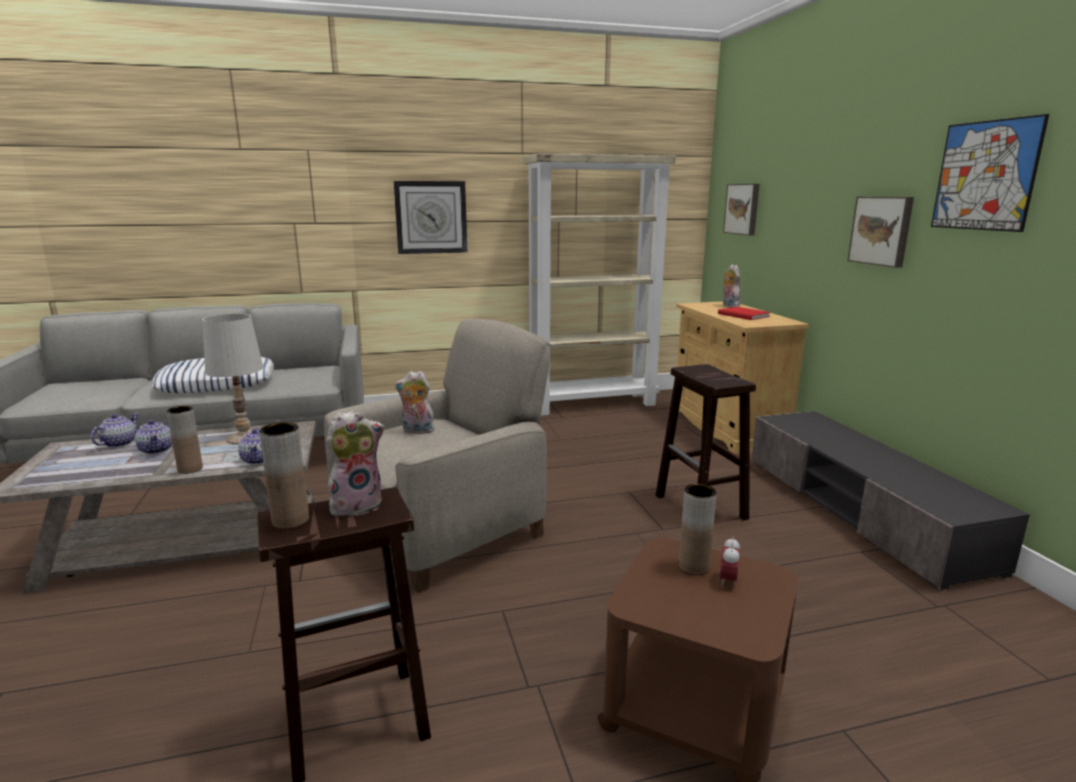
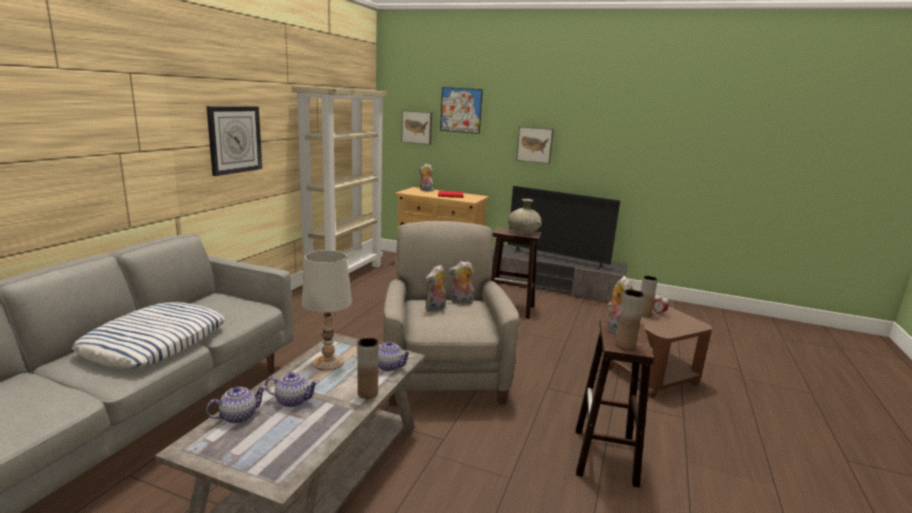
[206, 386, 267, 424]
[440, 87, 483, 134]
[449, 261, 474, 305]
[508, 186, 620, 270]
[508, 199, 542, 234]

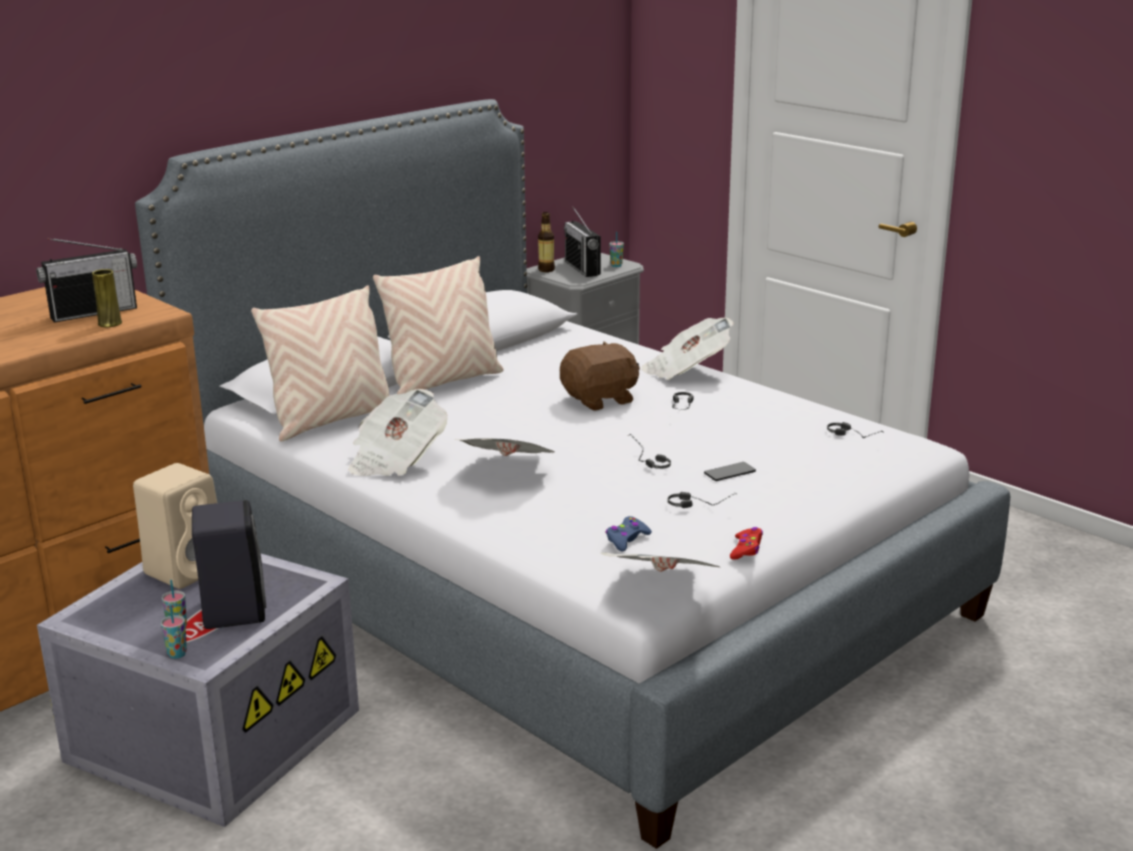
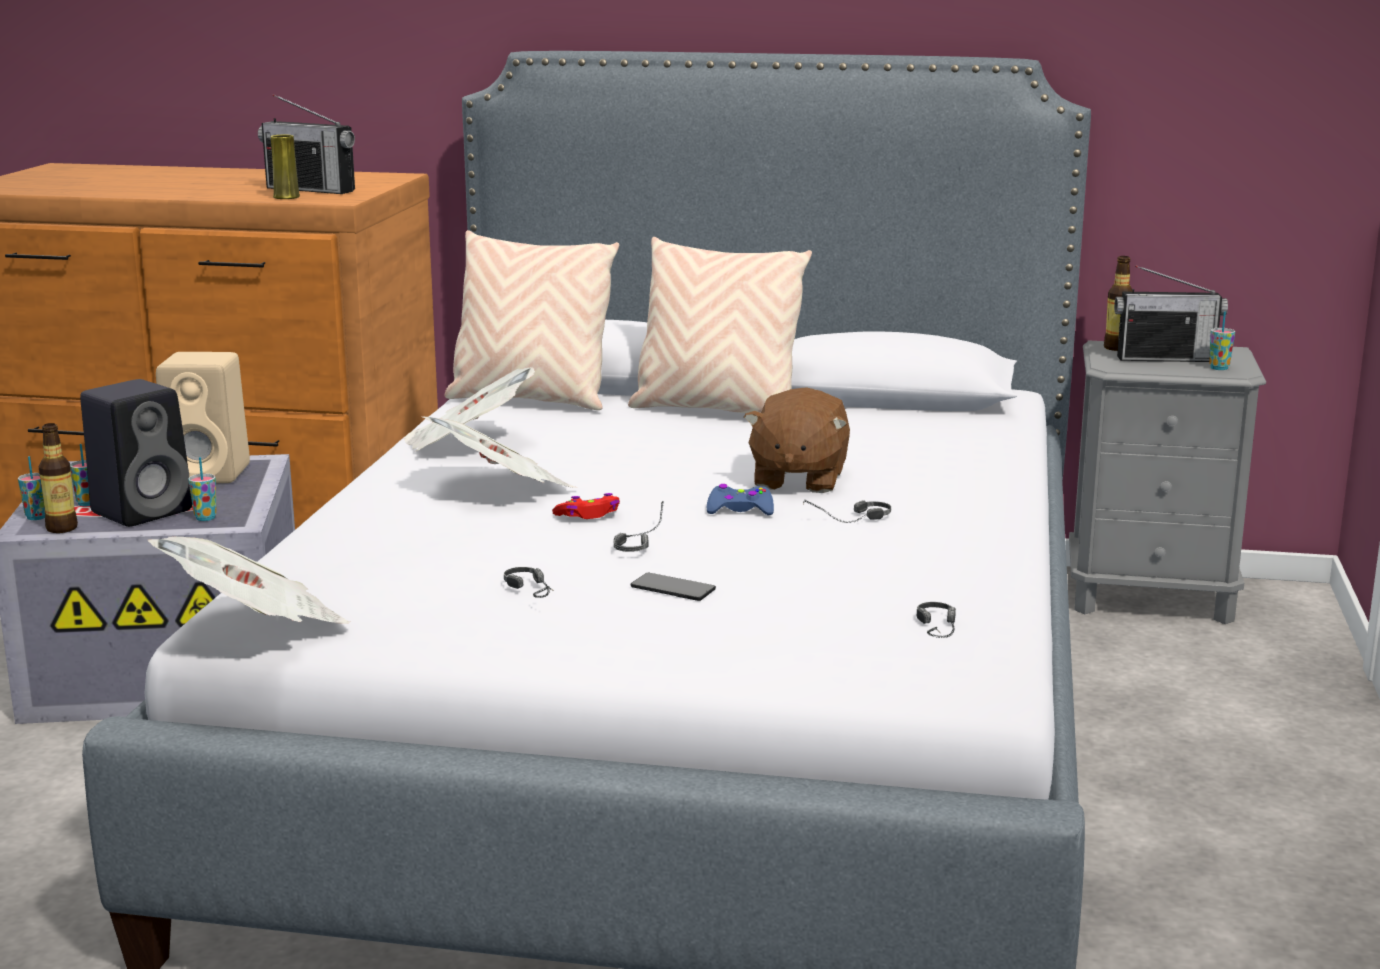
[39, 423, 78, 533]
[188, 457, 217, 521]
[552, 493, 620, 519]
[707, 484, 774, 515]
[744, 387, 850, 493]
[1114, 265, 1228, 362]
[641, 318, 734, 380] (first image)

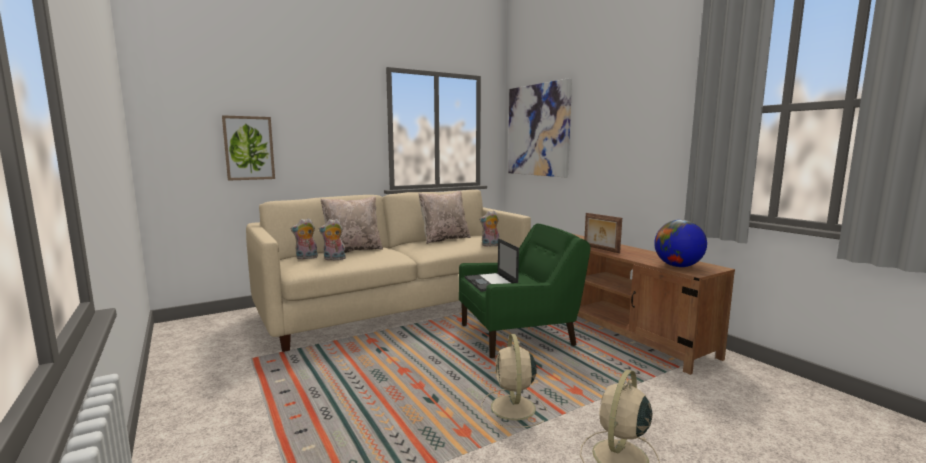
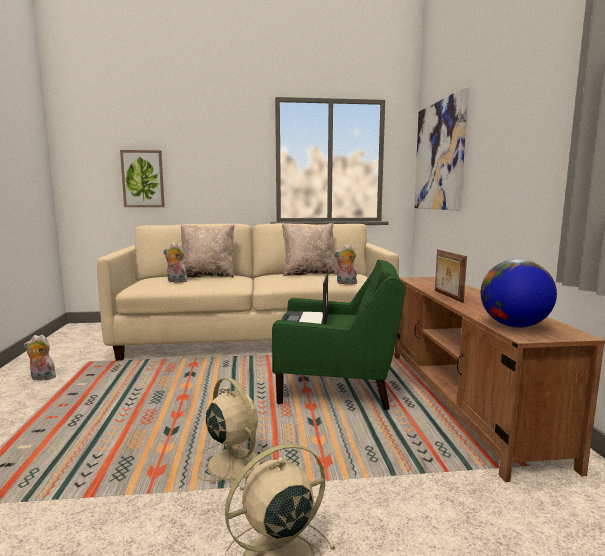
[24, 335, 56, 380]
[193, 377, 272, 491]

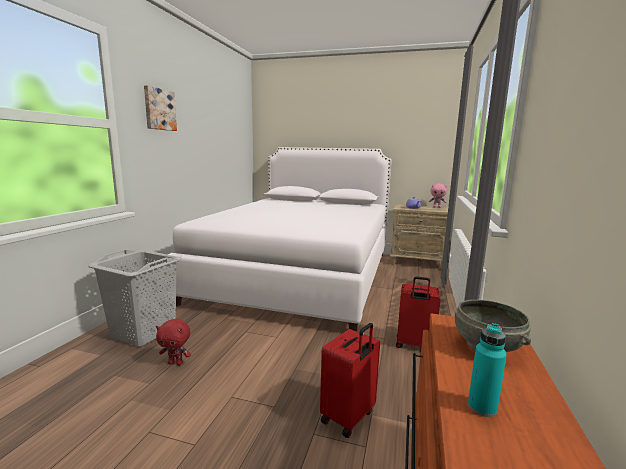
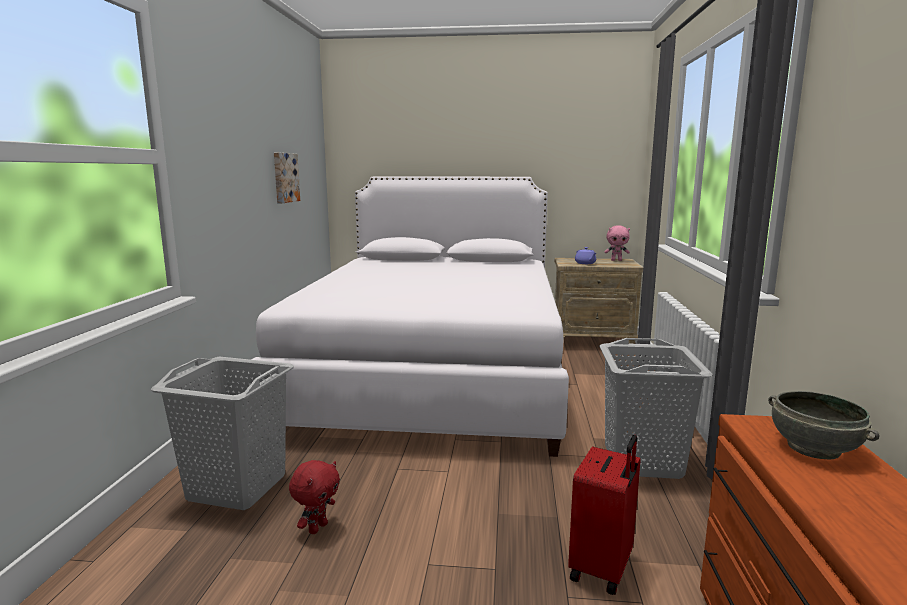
[274, 153, 300, 203]
[289, 460, 340, 534]
[599, 338, 713, 479]
[468, 323, 507, 417] (first image)

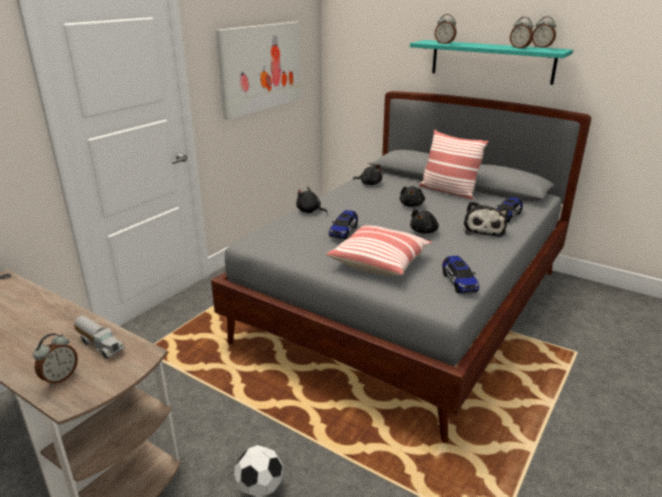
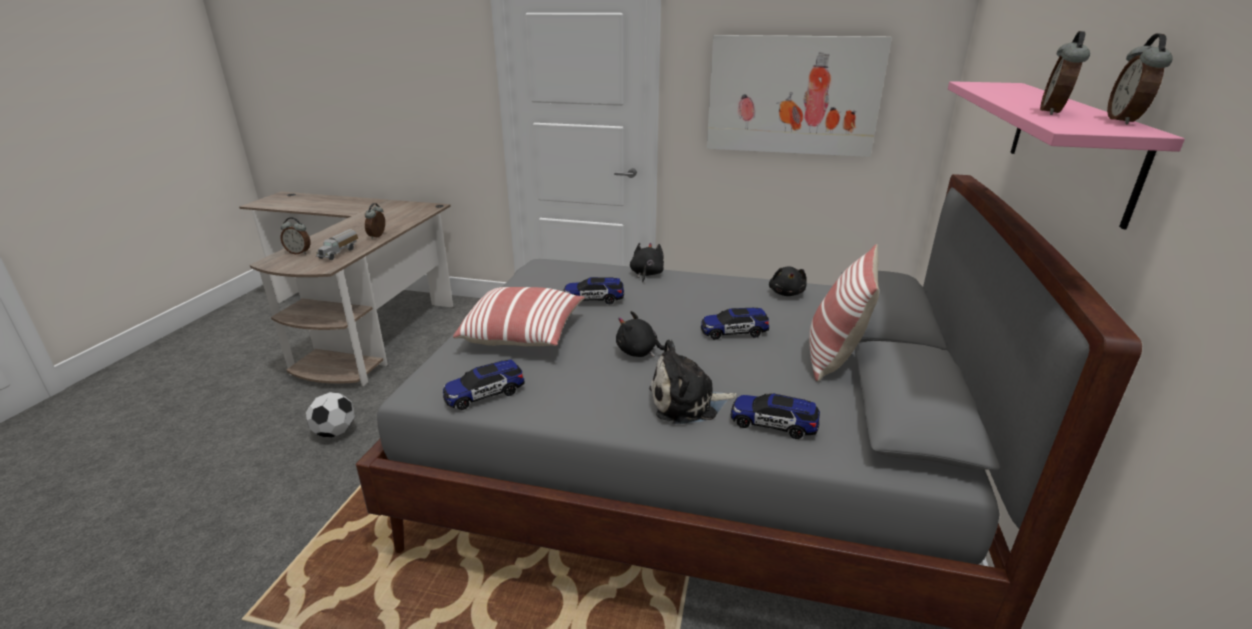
[365, 203, 385, 239]
[701, 308, 769, 340]
[948, 81, 1185, 229]

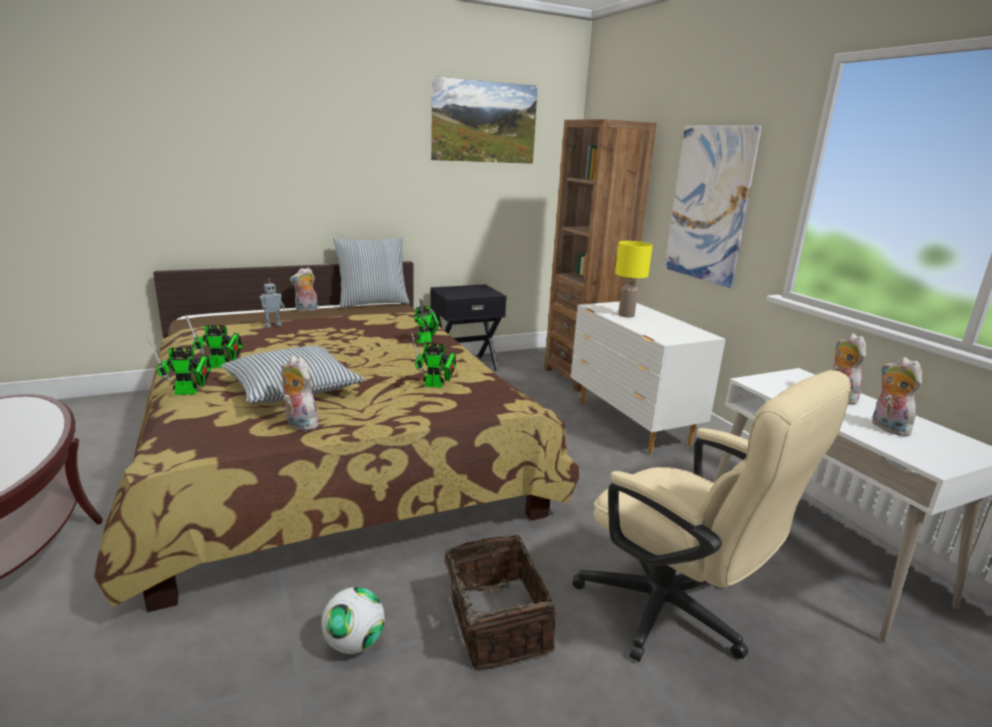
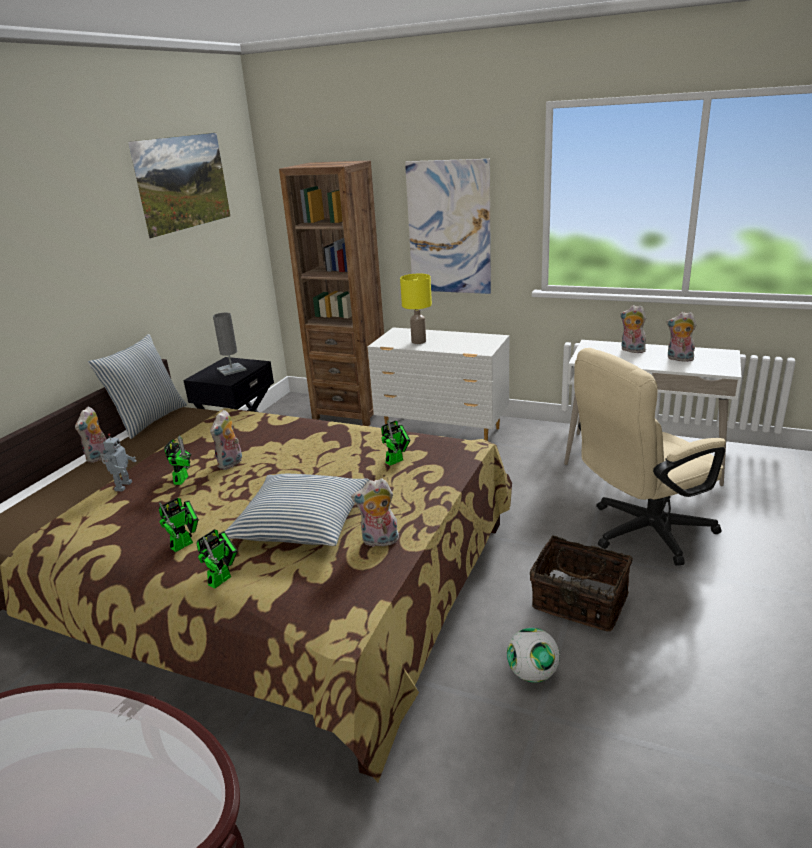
[164, 436, 191, 485]
[210, 410, 242, 470]
[213, 313, 247, 376]
[574, 348, 726, 566]

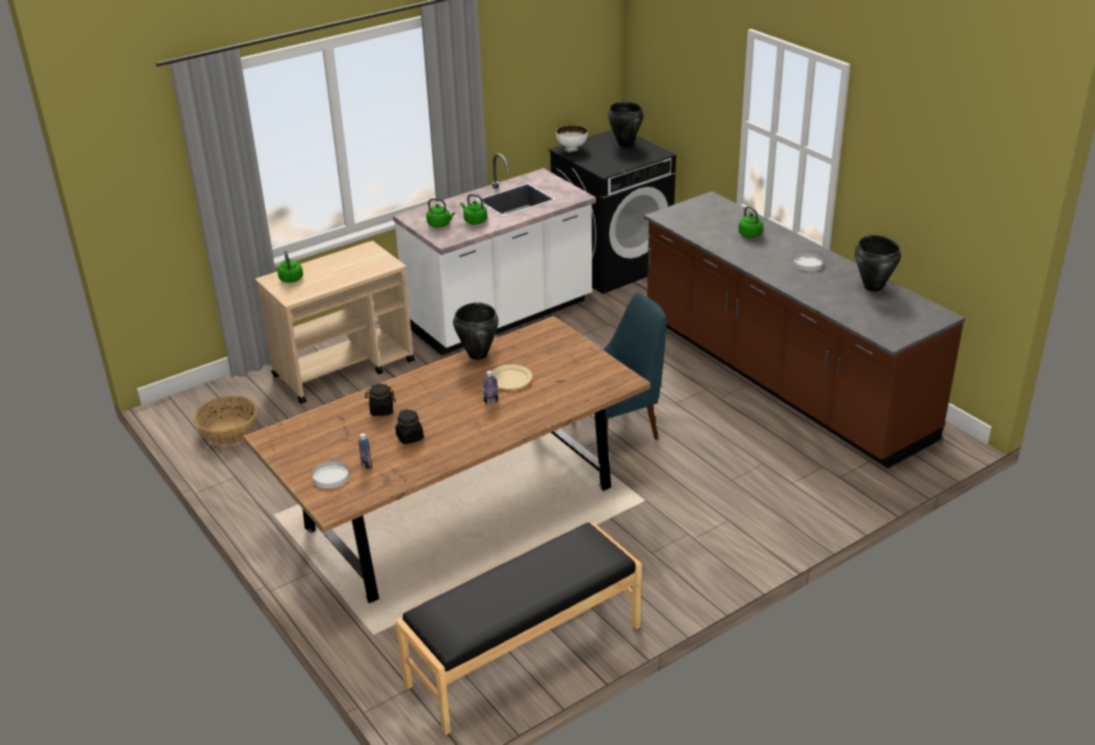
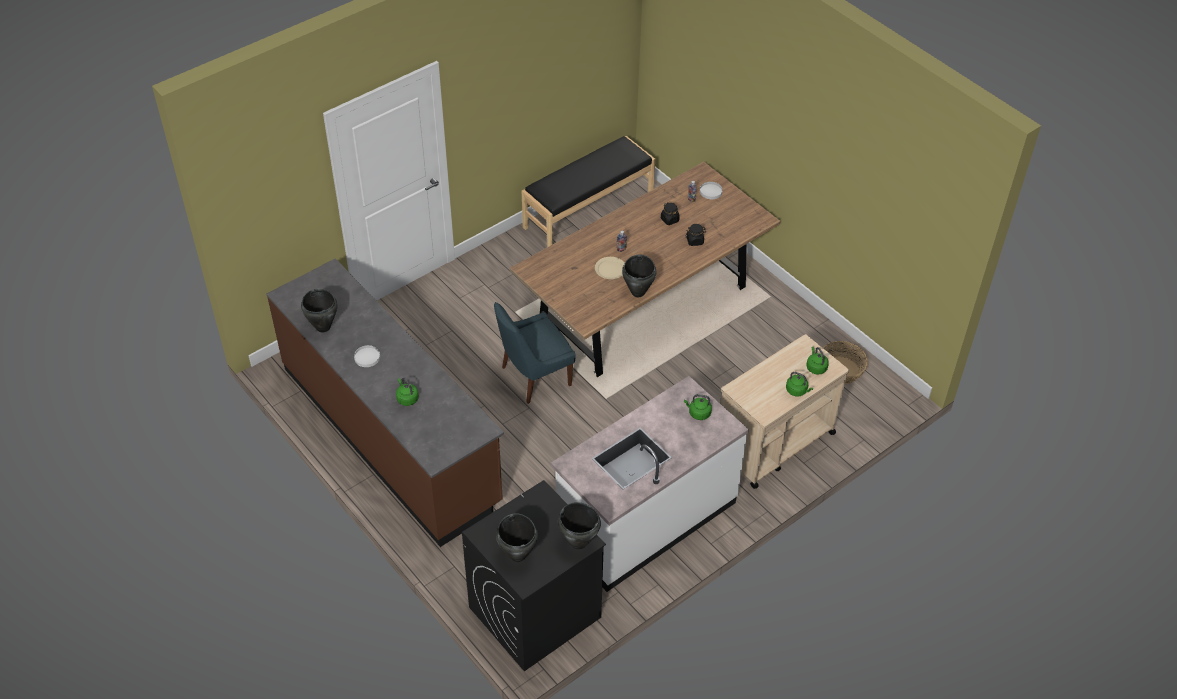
[558, 502, 601, 550]
[786, 372, 813, 396]

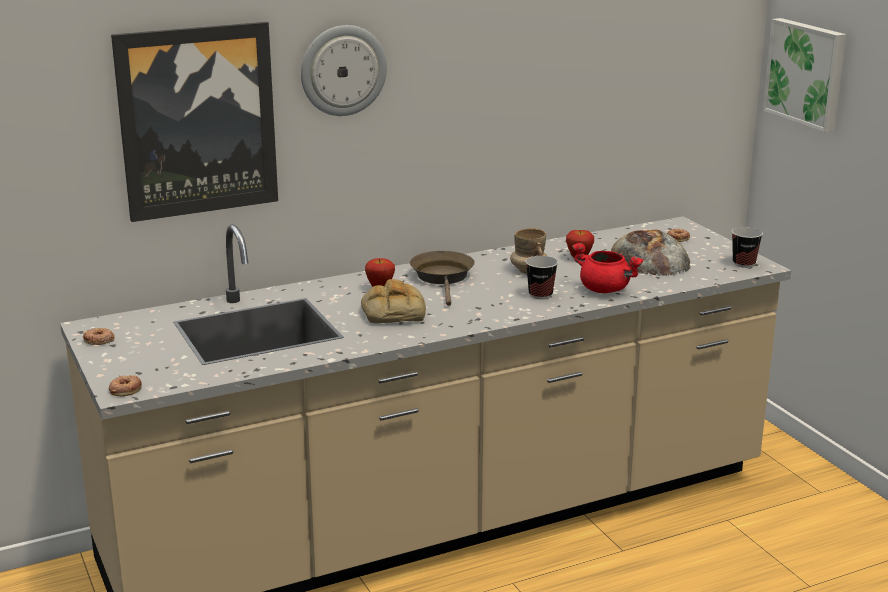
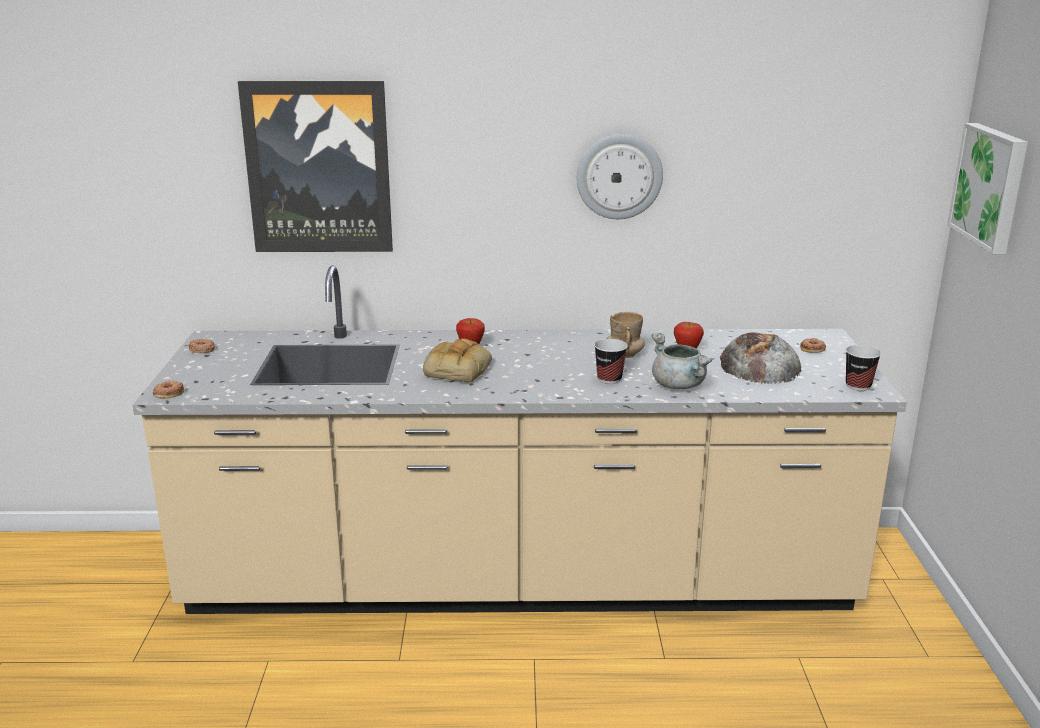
[577, 134, 663, 219]
[652, 333, 712, 389]
[410, 251, 475, 306] (first image)

